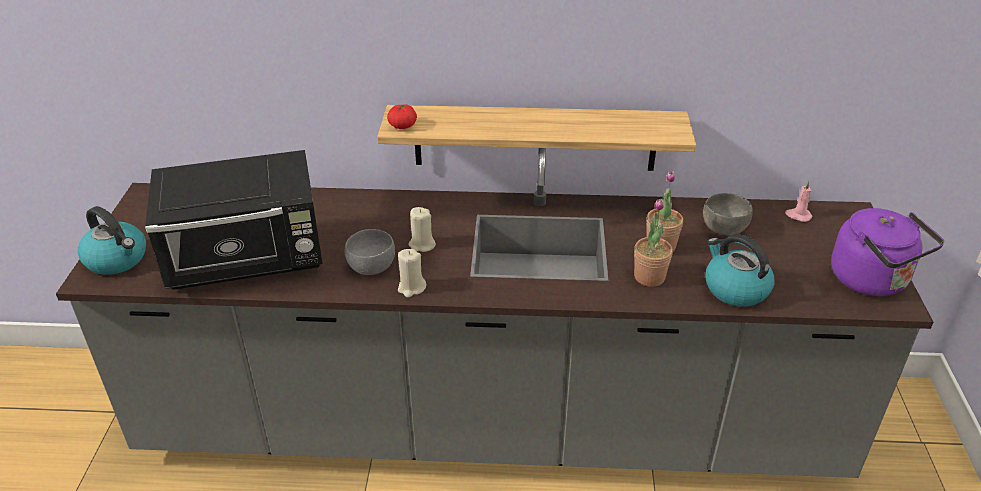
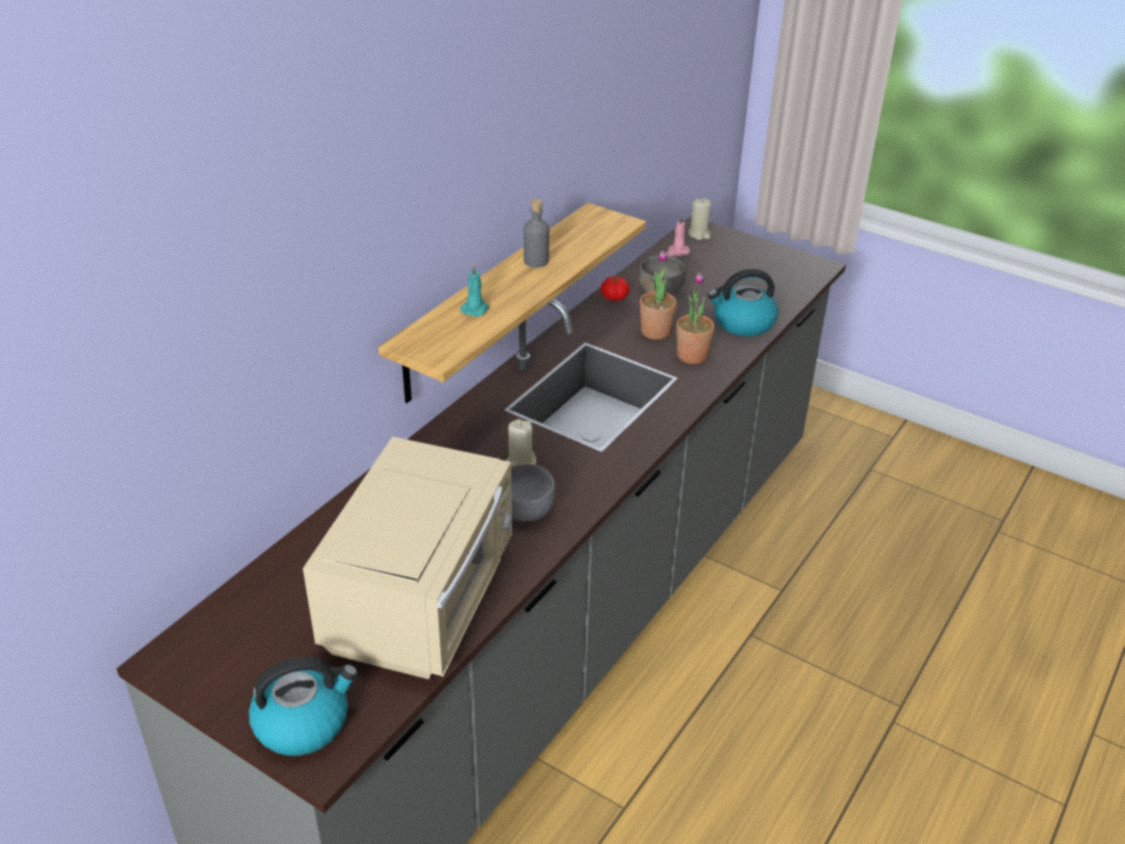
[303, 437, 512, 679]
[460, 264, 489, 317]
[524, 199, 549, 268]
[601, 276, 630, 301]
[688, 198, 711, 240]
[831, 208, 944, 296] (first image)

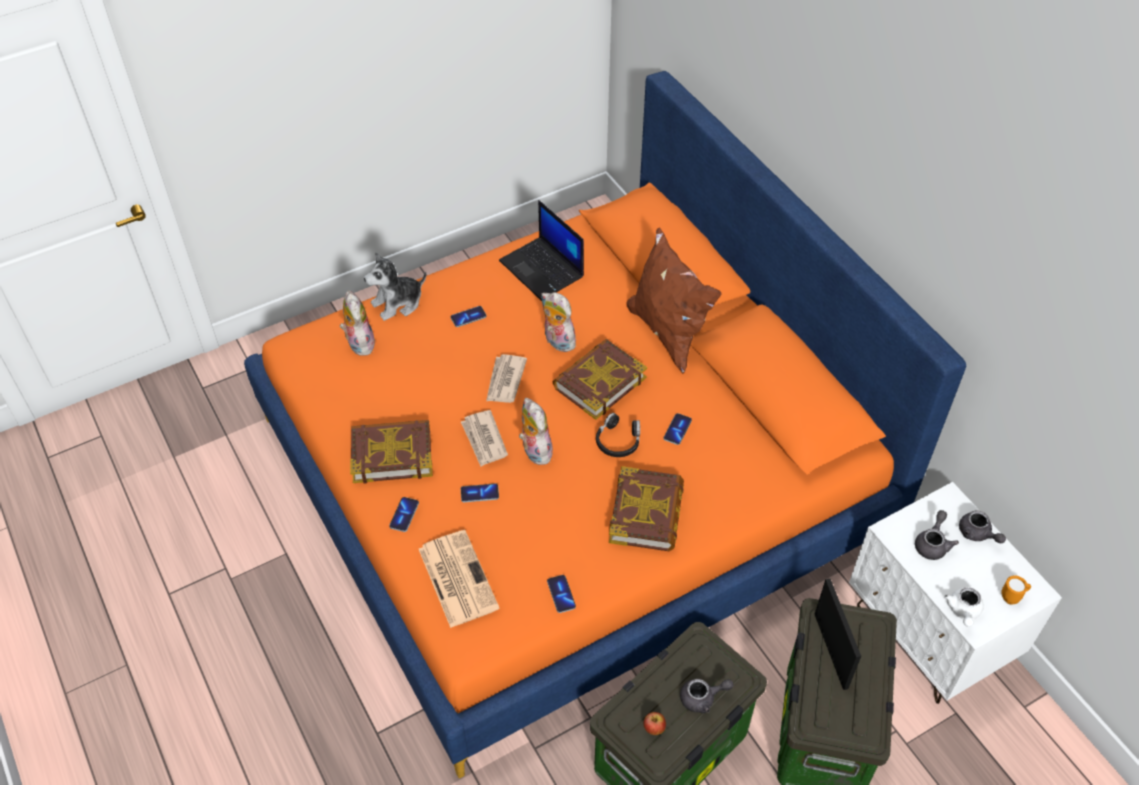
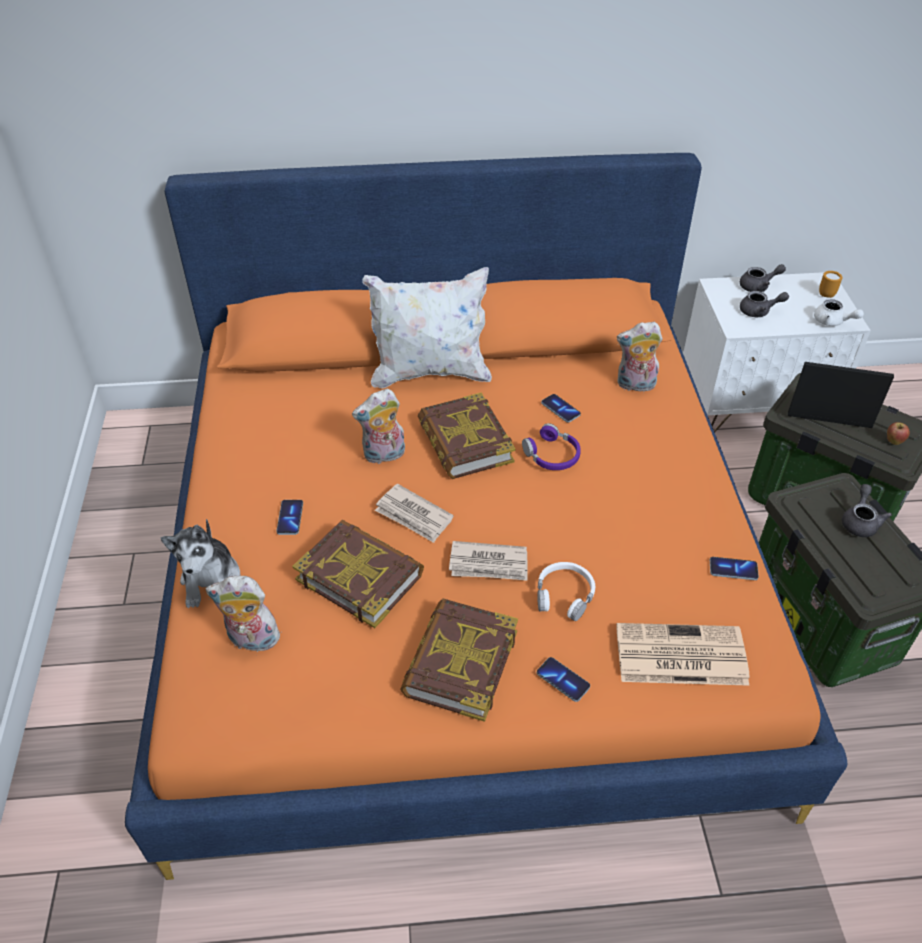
[292, 520, 424, 628]
[362, 267, 492, 389]
[522, 423, 581, 470]
[537, 562, 595, 621]
[617, 322, 663, 392]
[740, 291, 789, 317]
[887, 422, 910, 445]
[499, 200, 584, 301] (first image)

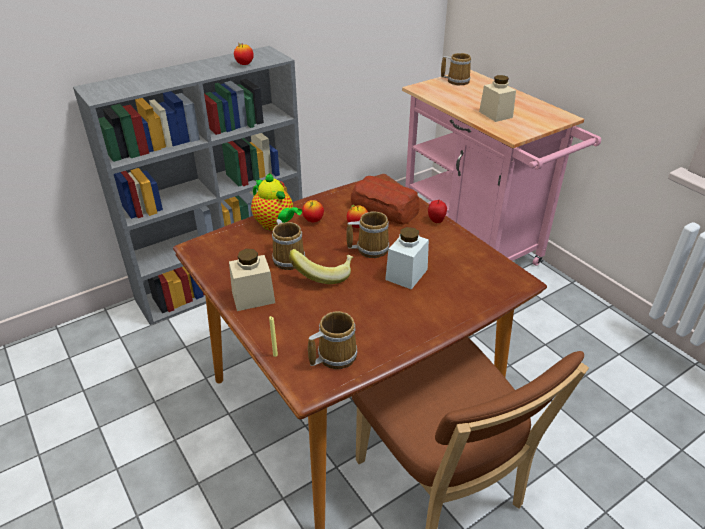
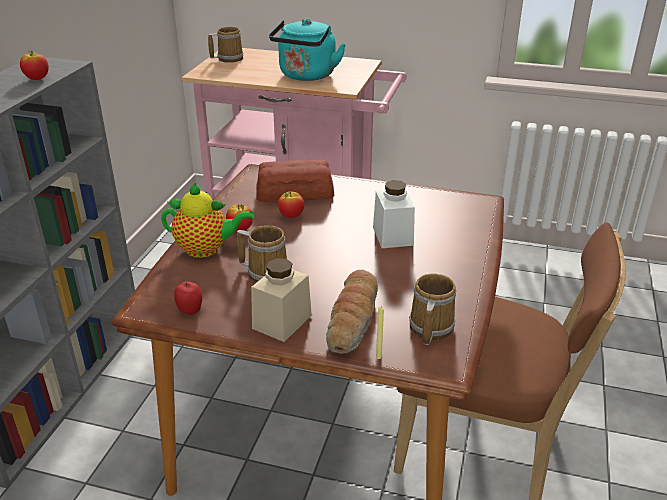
[174, 281, 202, 315]
[269, 19, 346, 81]
[326, 270, 378, 354]
[289, 249, 353, 284] (first image)
[346, 211, 390, 258] (first image)

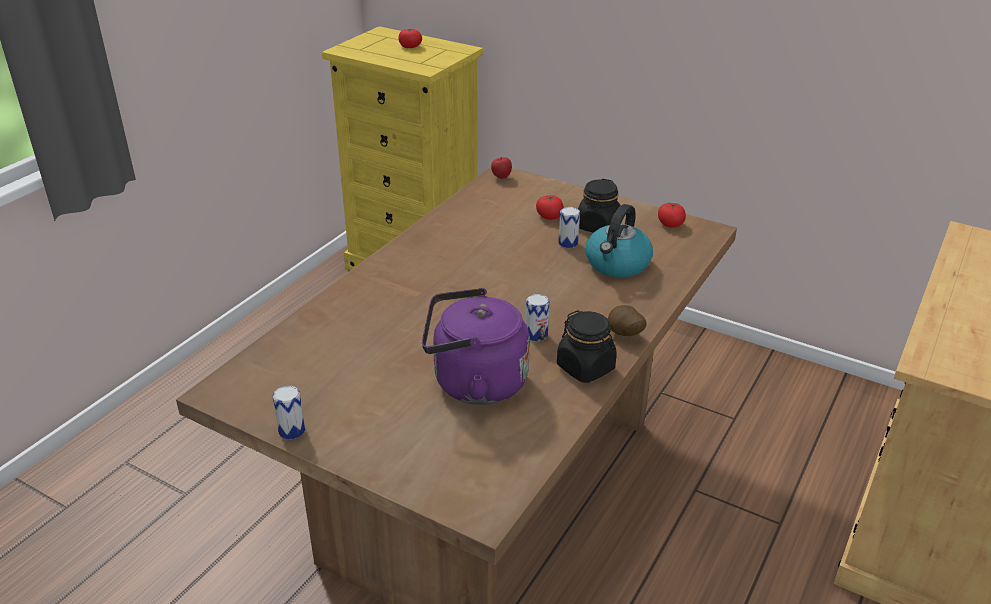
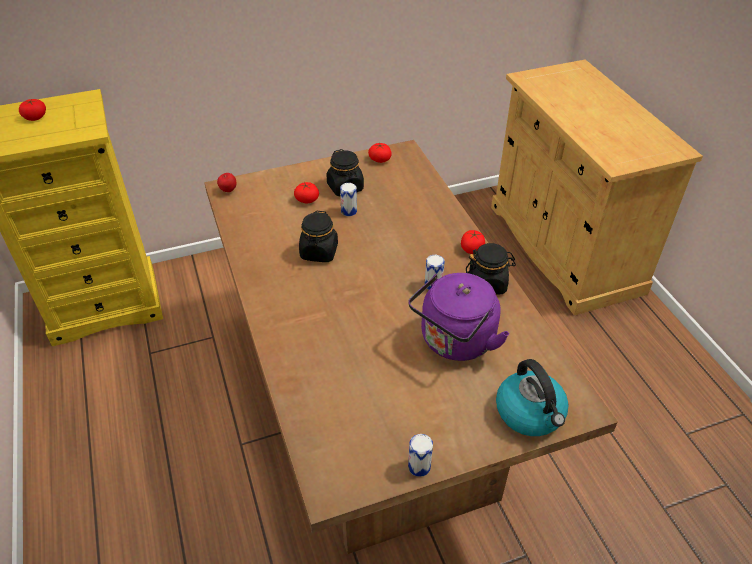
[299, 211, 338, 262]
[461, 230, 485, 254]
[496, 359, 568, 436]

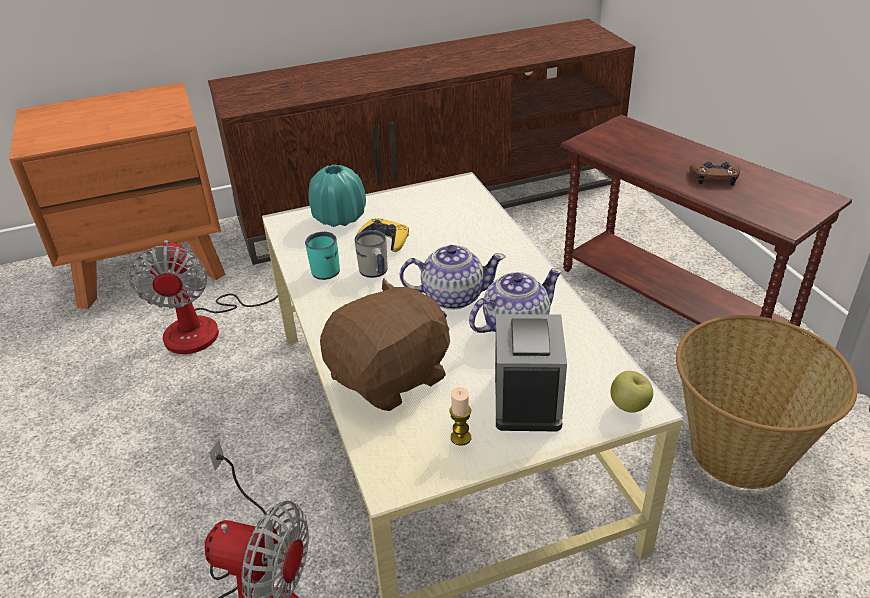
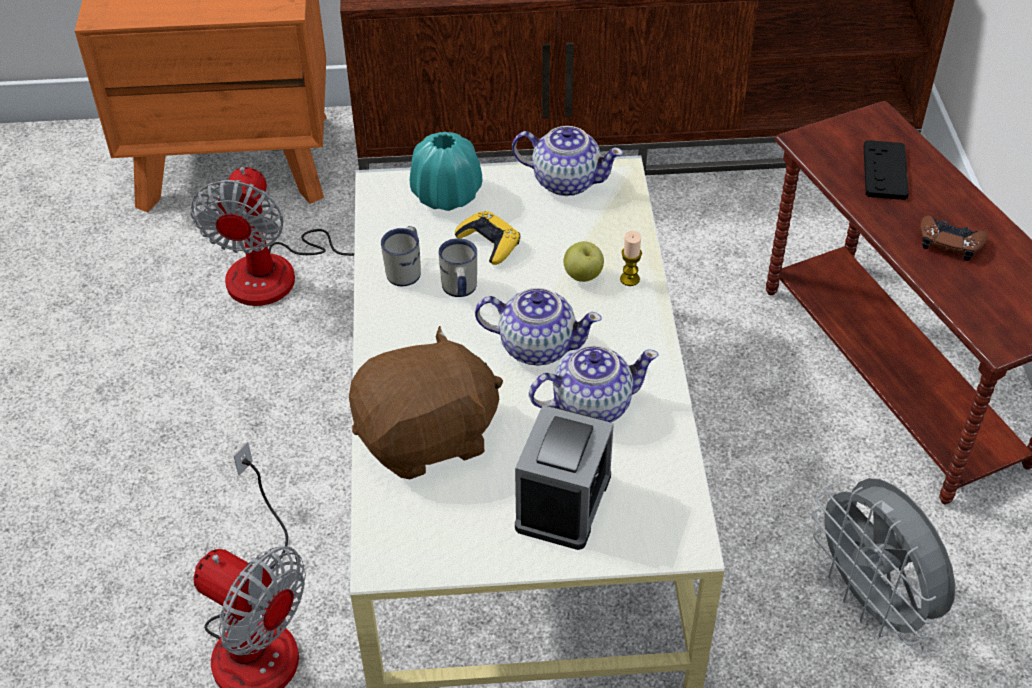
[381, 226, 421, 286]
[512, 126, 624, 196]
[563, 241, 604, 282]
[620, 231, 642, 286]
[811, 478, 955, 646]
[864, 140, 909, 200]

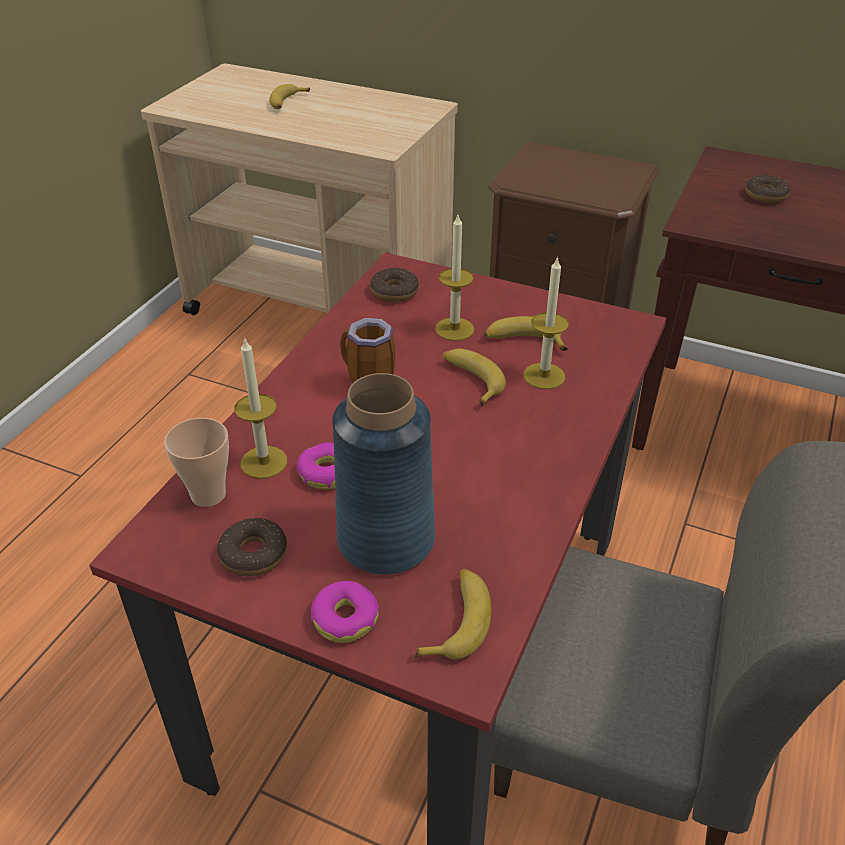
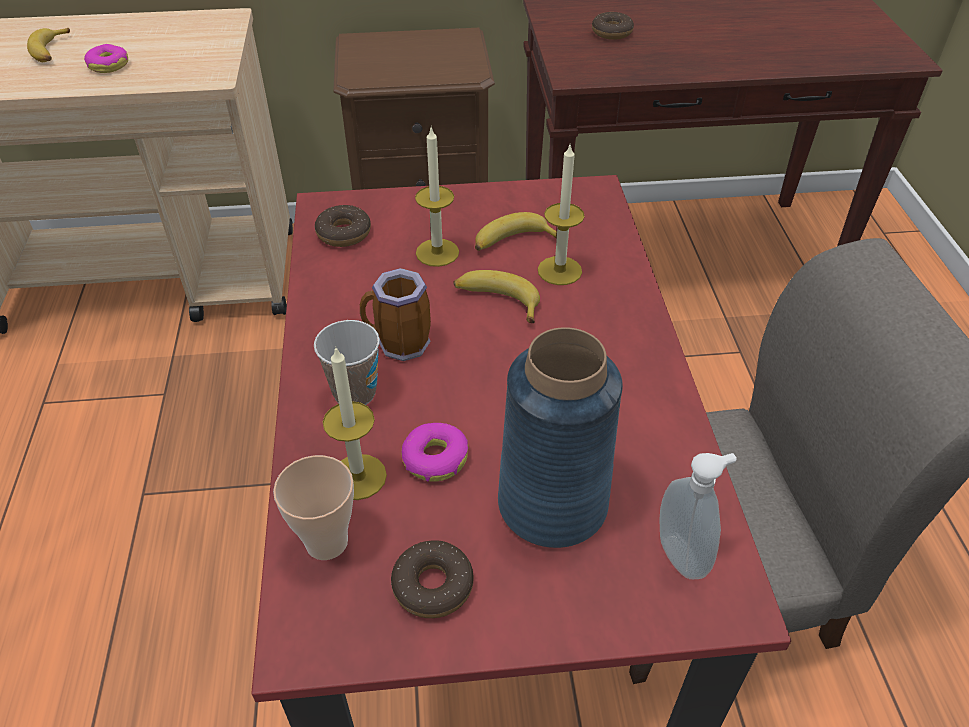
[84, 44, 128, 73]
[314, 320, 380, 405]
[659, 453, 737, 579]

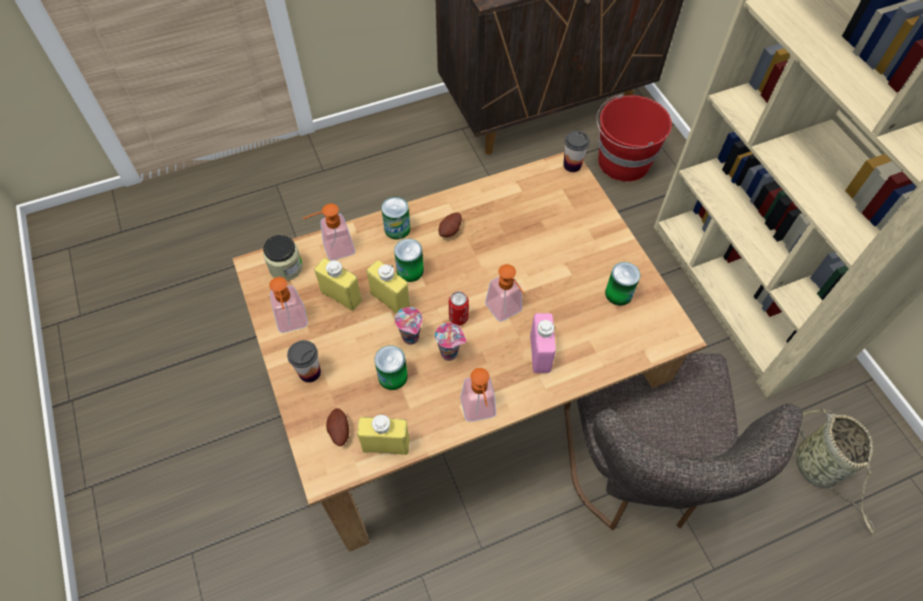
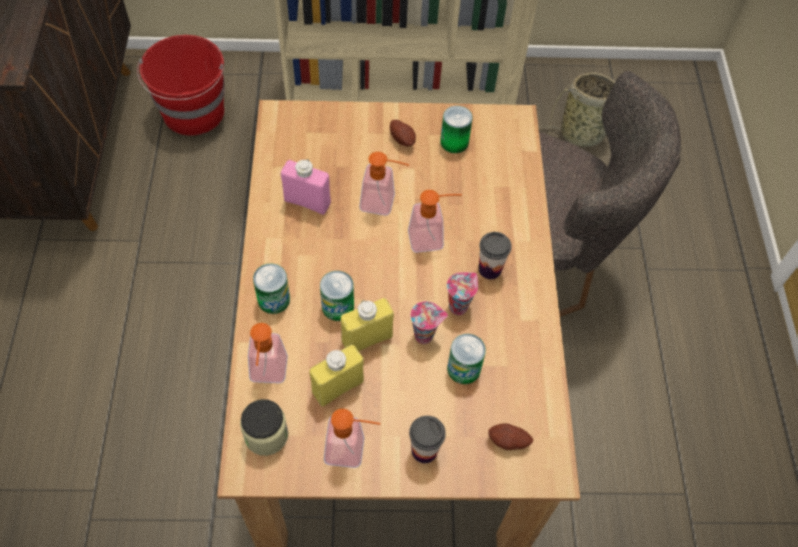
[281, 159, 331, 215]
[359, 152, 409, 215]
[390, 120, 416, 146]
[479, 232, 512, 279]
[357, 415, 410, 455] (first image)
[449, 291, 469, 325] (first image)

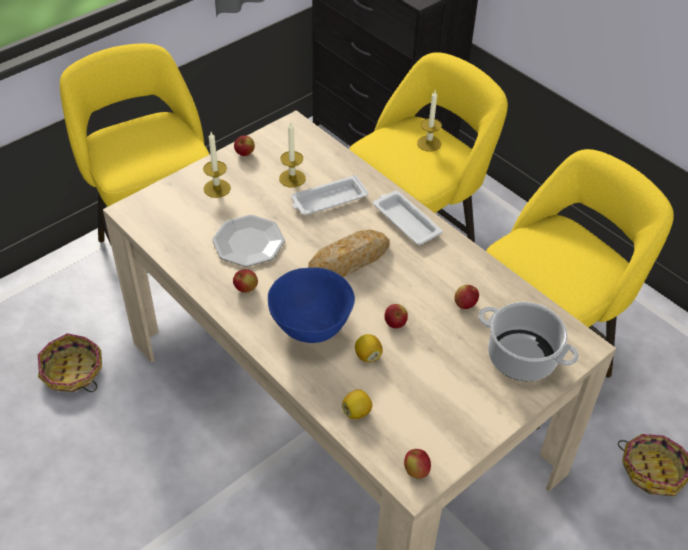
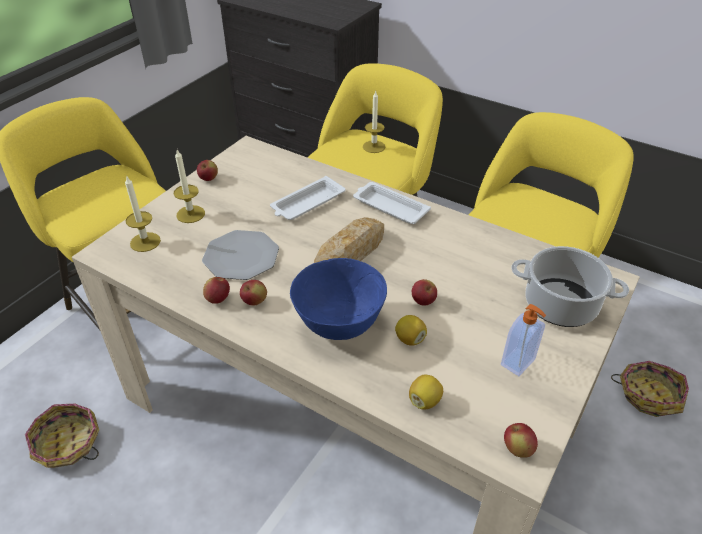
[125, 175, 161, 252]
[203, 277, 230, 304]
[501, 304, 546, 376]

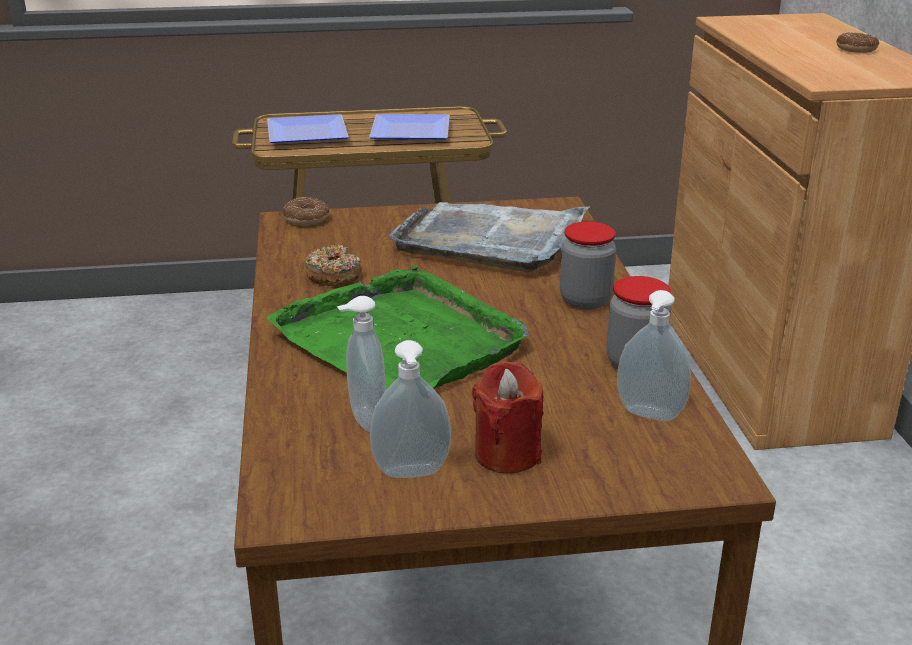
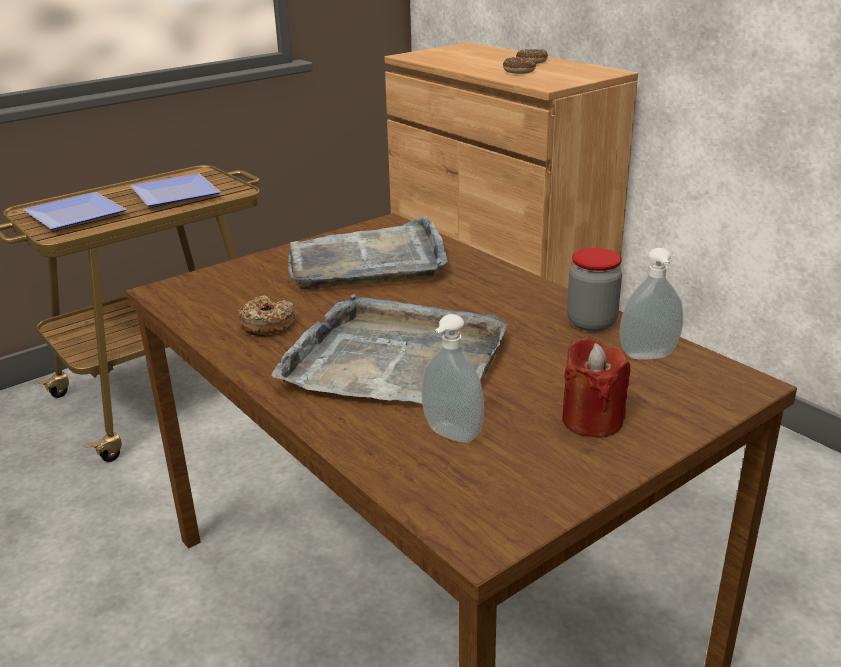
[271, 294, 508, 404]
[503, 57, 536, 74]
[370, 340, 451, 478] (first image)
[560, 221, 616, 309] (first image)

